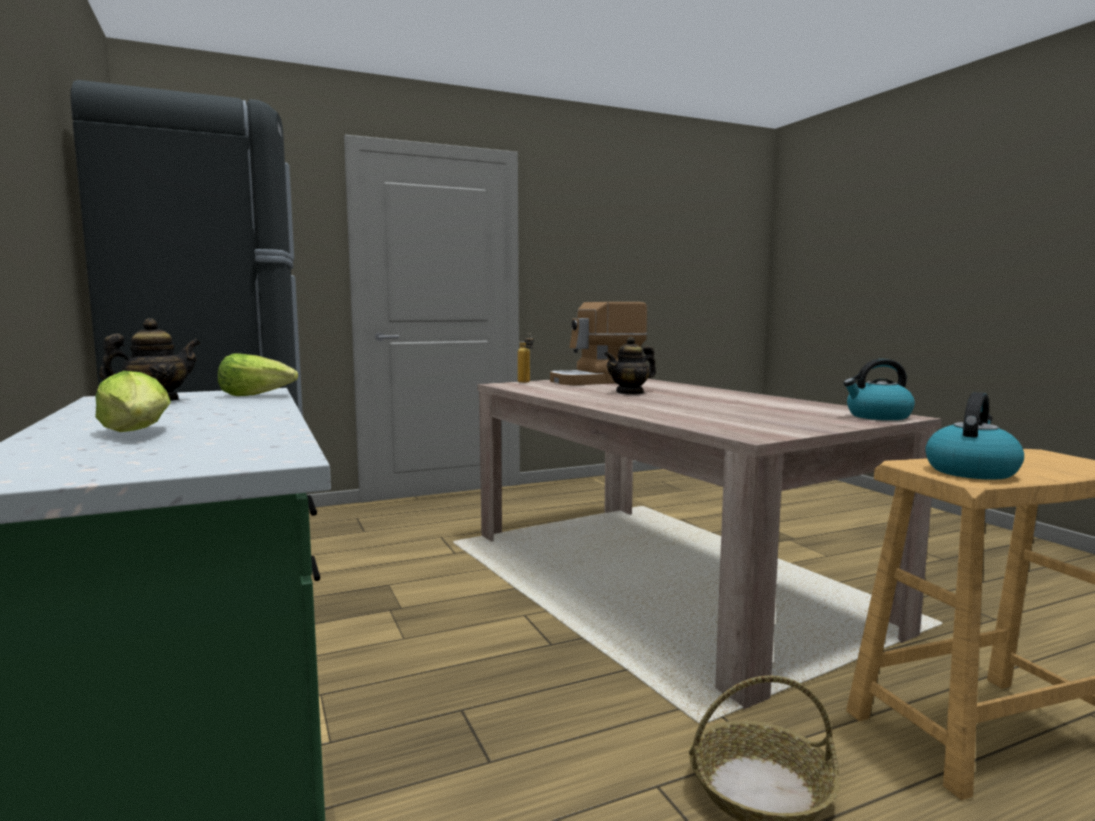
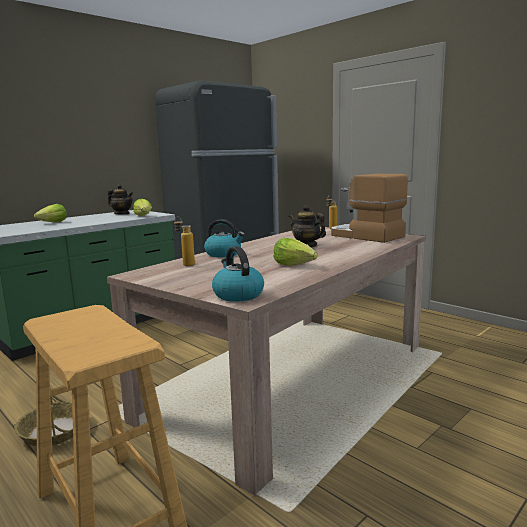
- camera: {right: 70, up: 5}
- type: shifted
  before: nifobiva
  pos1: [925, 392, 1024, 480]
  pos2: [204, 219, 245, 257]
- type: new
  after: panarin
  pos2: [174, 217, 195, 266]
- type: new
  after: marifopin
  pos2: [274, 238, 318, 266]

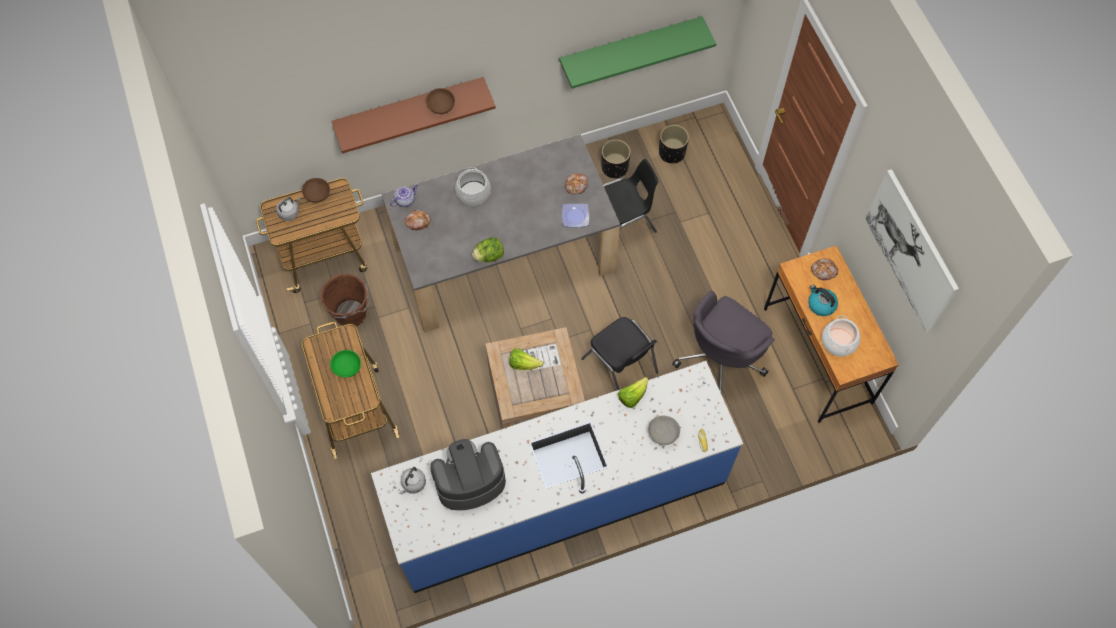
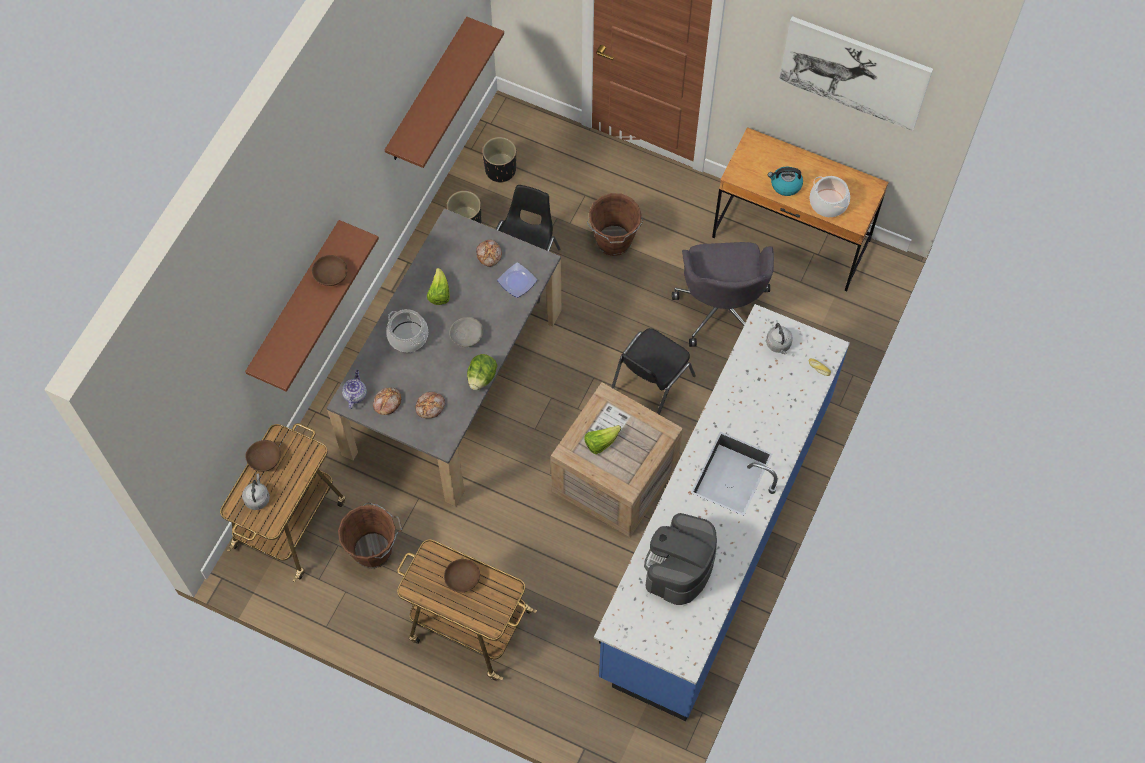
- camera: {right: -45, up: 0}
- type: repainted
  before: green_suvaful
  after: brown_suvaful
  pos1: [559, 16, 716, 89]
  pos2: [385, 17, 504, 168]
- type: shifted
  before: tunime
  pos1: [811, 258, 838, 280]
  pos2: [416, 392, 445, 418]
- type: rotated
  before: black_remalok
  pos1: [581, 317, 658, 390]
  pos2: [611, 328, 696, 415]
  turn: 120
- type: repainted
  before: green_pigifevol
  after: brown_pigifevol
  pos1: [330, 350, 361, 378]
  pos2: [444, 559, 480, 593]
- type: shifted
  before: marifopin
  pos1: [618, 377, 648, 408]
  pos2: [427, 268, 450, 305]
- type: shifted
  before: grey_pigifevol
  pos1: [648, 416, 680, 445]
  pos2: [449, 317, 483, 347]
- type: shifted
  before: grey_nifobiva
  pos1: [400, 467, 426, 494]
  pos2: [766, 323, 793, 355]
- type: new
  after: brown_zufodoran
  pos2: [587, 193, 644, 256]

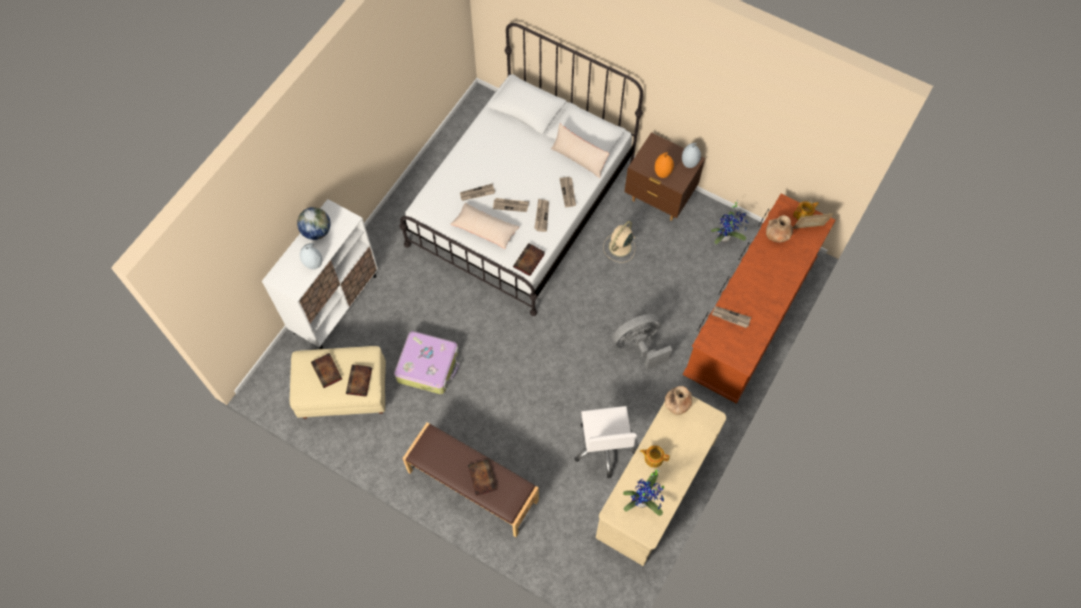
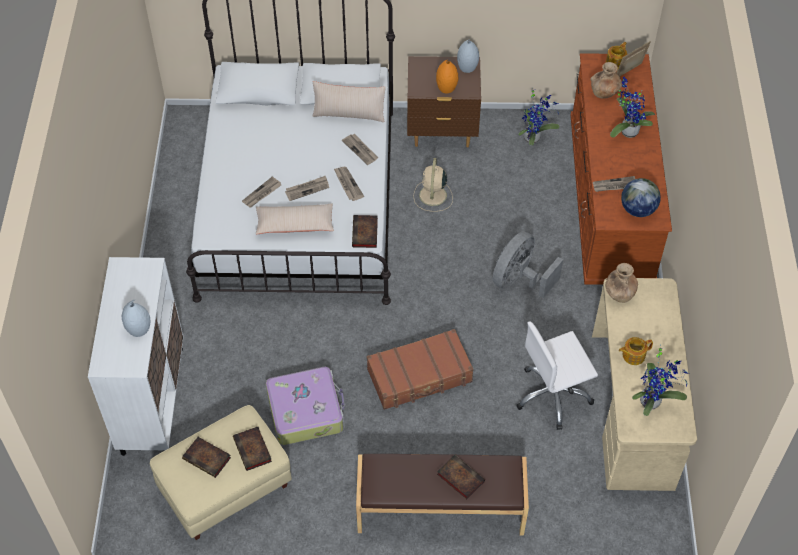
- camera: {right: -30, up: -10}
- type: shifted
  before: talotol
  pos1: [297, 207, 331, 240]
  pos2: [621, 178, 661, 217]
- type: rotated
  before: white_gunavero
  pos1: [574, 406, 637, 478]
  pos2: [516, 322, 598, 430]
  turn: 105
- type: new
  after: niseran
  pos2: [610, 77, 655, 138]
- type: new
  after: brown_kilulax
  pos2: [367, 329, 474, 410]

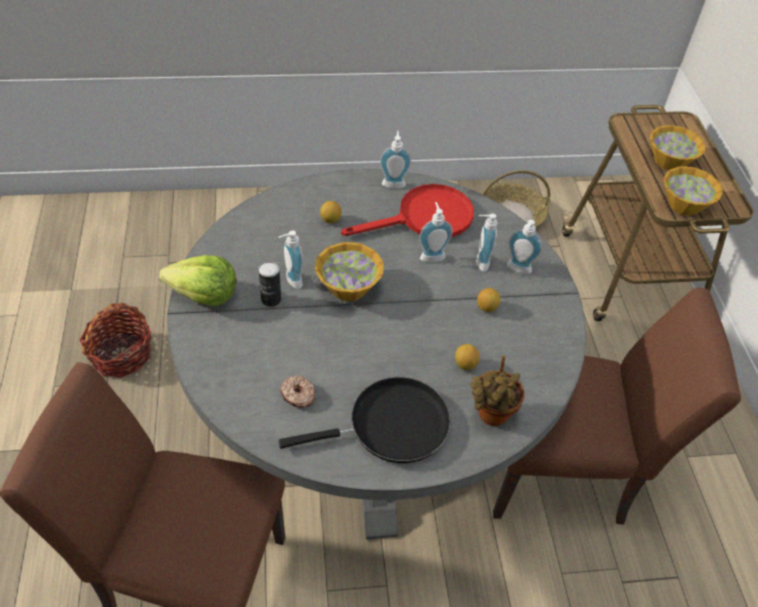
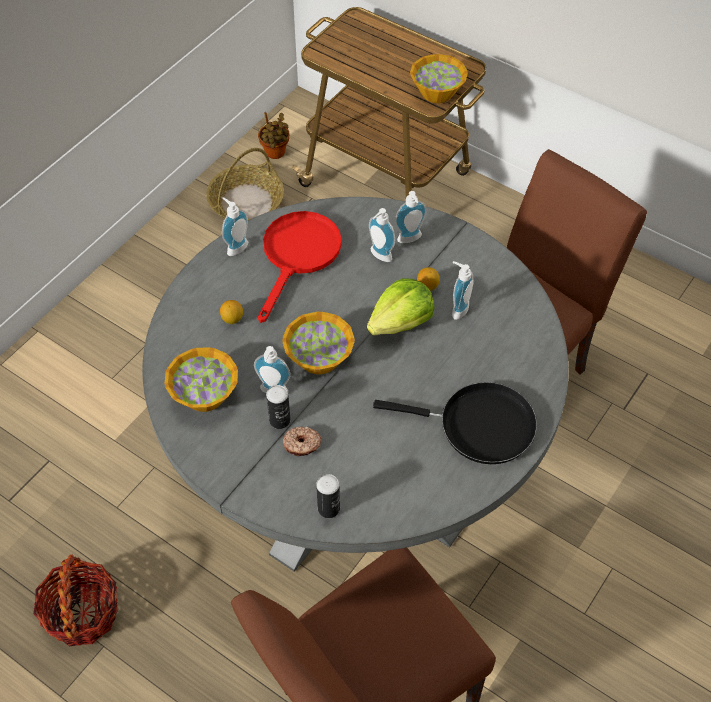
- camera: {right: -45, up: 5}
- type: shifted
  before: pigifevol
  pos1: [650, 125, 705, 170]
  pos2: [165, 347, 238, 412]
- type: shifted
  before: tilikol
  pos1: [419, 202, 453, 262]
  pos2: [452, 261, 474, 320]
- type: shifted
  before: marifopin
  pos1: [159, 255, 236, 307]
  pos2: [367, 278, 434, 335]
- type: gone
  before: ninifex
  pos1: [455, 344, 480, 370]
- type: shifted
  before: niseran
  pos1: [470, 355, 525, 426]
  pos2: [258, 112, 289, 159]
- type: shifted
  before: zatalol
  pos1: [280, 375, 316, 408]
  pos2: [283, 426, 322, 456]
- type: rotated
  before: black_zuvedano
  pos1: [278, 377, 451, 463]
  pos2: [373, 382, 537, 464]
  turn: 75
- type: new
  after: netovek
  pos2: [316, 474, 340, 518]

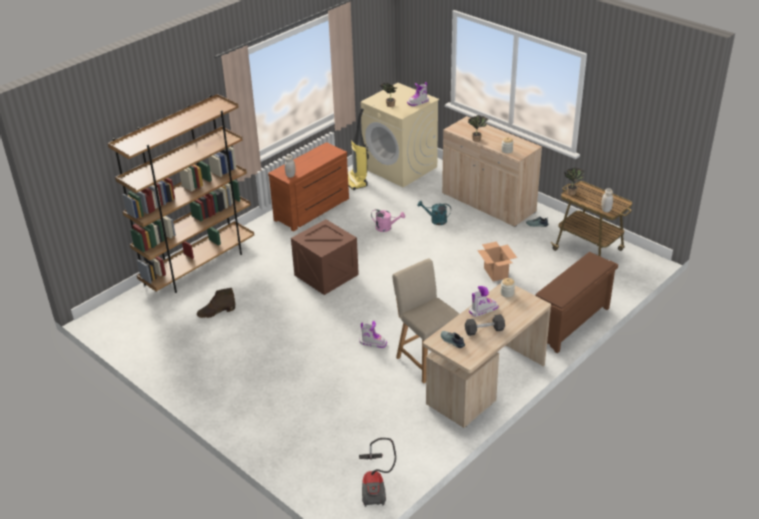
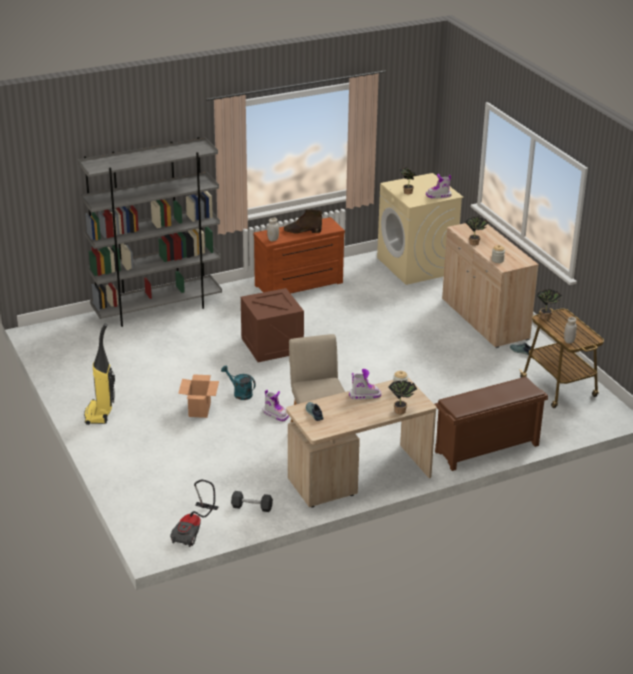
- camera: {right: 20, up: -5}
- type: repainted
  before: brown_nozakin
  after: grey_nozakin
  pos1: [108, 94, 254, 293]
  pos2: [78, 137, 222, 327]
- type: shifted
  before: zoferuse
  pos1: [348, 108, 369, 190]
  pos2: [84, 324, 115, 425]
- type: shifted
  before: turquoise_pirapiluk
  pos1: [417, 201, 451, 225]
  pos2: [221, 366, 256, 400]
- type: gone
  before: pink_pirapiluk
  pos1: [371, 209, 405, 232]
- type: shifted
  before: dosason
  pos1: [477, 241, 517, 281]
  pos2: [178, 374, 219, 418]
- type: shifted
  before: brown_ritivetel
  pos1: [197, 288, 235, 318]
  pos2: [284, 210, 322, 234]
- type: shifted
  before: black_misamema
  pos1: [465, 314, 505, 336]
  pos2: [231, 491, 273, 512]
- type: new
  after: niseran
  pos2: [388, 380, 417, 414]

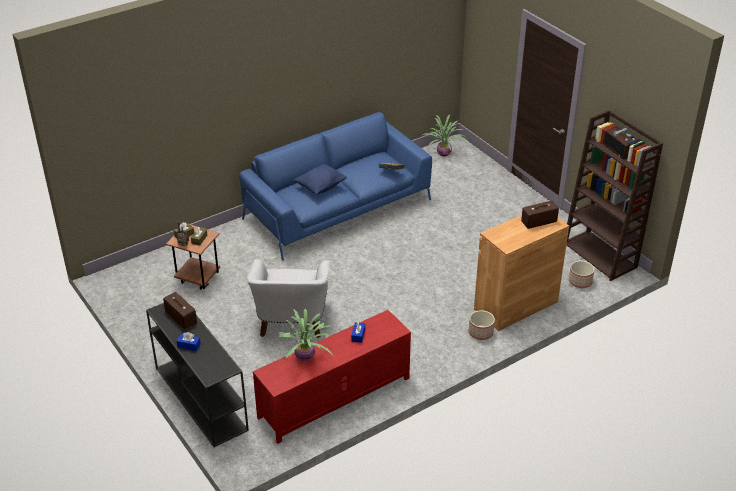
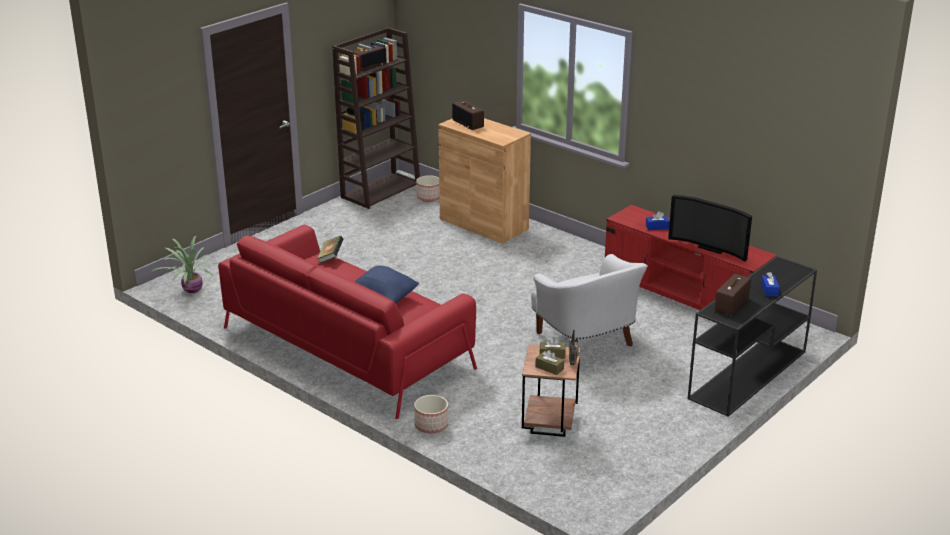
- camera: {right: -105, up: -10}
- type: repainted
  before: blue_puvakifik
  after: red_puvakifik
  pos1: [239, 112, 432, 261]
  pos2: [218, 225, 477, 419]
- type: rotated
  before: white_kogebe
  pos1: [246, 259, 331, 338]
  pos2: [531, 254, 648, 347]
  turn: 75
- type: swapped
  before: niseran
  after: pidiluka
  pos1: [278, 308, 333, 362]
  pos2: [668, 195, 752, 261]
- type: shifted
  before: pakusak
  pos1: [469, 310, 495, 340]
  pos2: [414, 395, 448, 434]

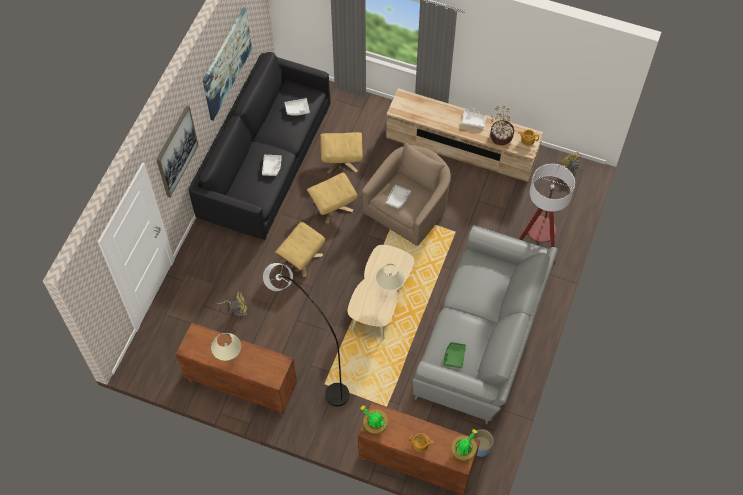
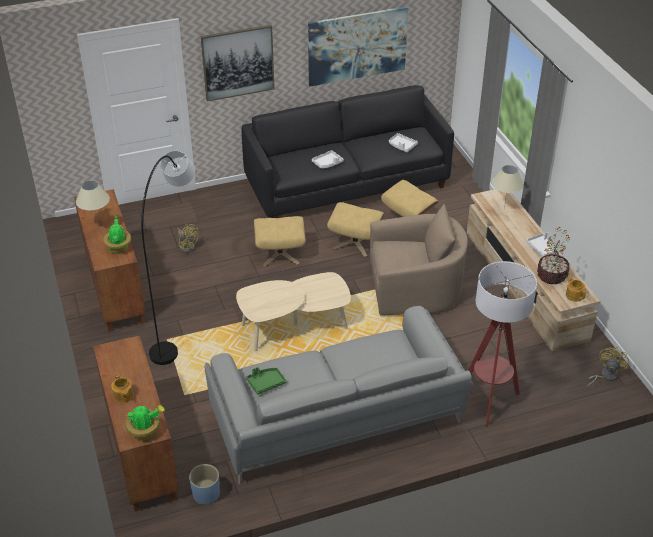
- camera: {right: 50, up: -20}
- type: gone
  before: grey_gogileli
  pos1: [385, 185, 411, 209]
- type: shifted
  before: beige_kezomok
  pos1: [376, 264, 405, 290]
  pos2: [492, 165, 524, 209]
- type: shifted
  before: niseran
  pos1: [360, 405, 388, 434]
  pos2: [103, 215, 131, 254]

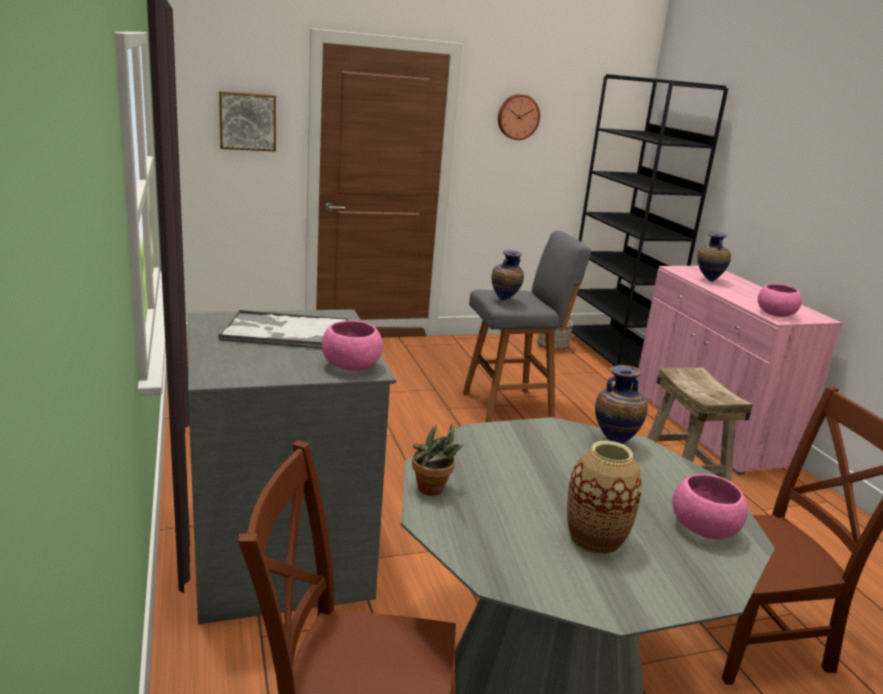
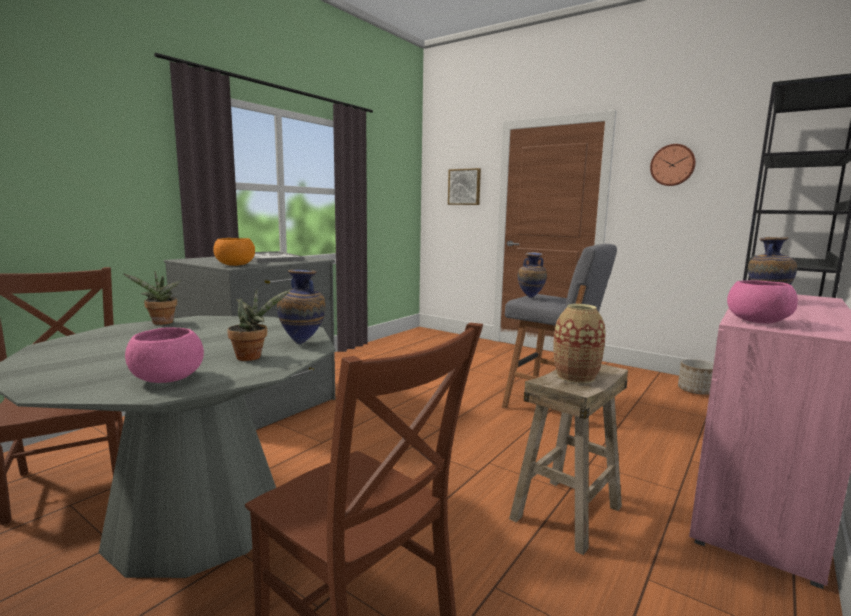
- camera: {right: 55, up: -10}
- type: repainted
  before: pink_pigifevol
  after: orange_pigifevol
  pos1: [321, 321, 383, 371]
  pos2: [213, 238, 255, 266]
- type: shifted
  before: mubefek
  pos1: [567, 441, 642, 555]
  pos2: [553, 304, 606, 383]
- type: new
  after: niseran
  pos2: [227, 288, 290, 361]

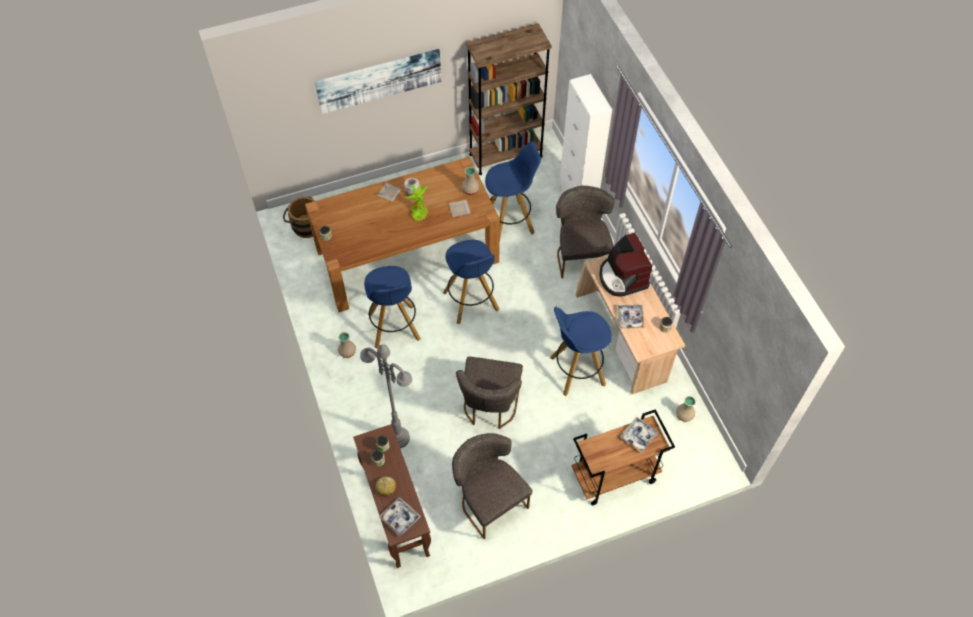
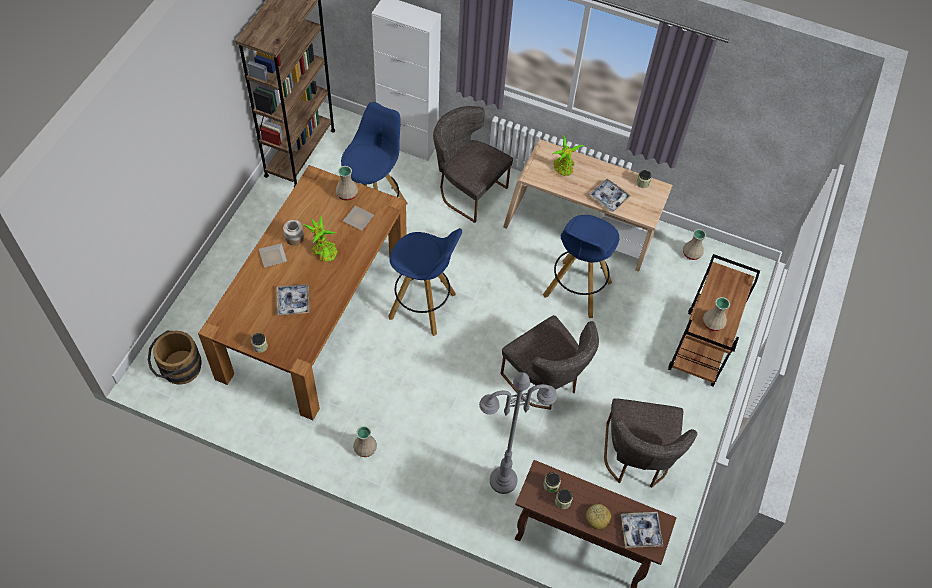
- camera: {right: -50, up: 0}
- type: gone
  before: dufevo
  pos1: [315, 49, 441, 114]
- type: swapped
  before: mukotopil
  after: niseran
  pos1: [599, 233, 652, 297]
  pos2: [552, 134, 585, 176]
- type: gone
  before: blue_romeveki
  pos1: [364, 266, 421, 349]
- type: shifted
  before: gogileli
  pos1: [620, 416, 659, 453]
  pos2: [277, 284, 309, 315]
- type: rotated
  before: grey_remalok
  pos1: [452, 433, 533, 539]
  pos2: [604, 398, 697, 488]
  turn: -90
- type: new
  after: beige_mubefek
  pos2: [703, 297, 730, 331]

